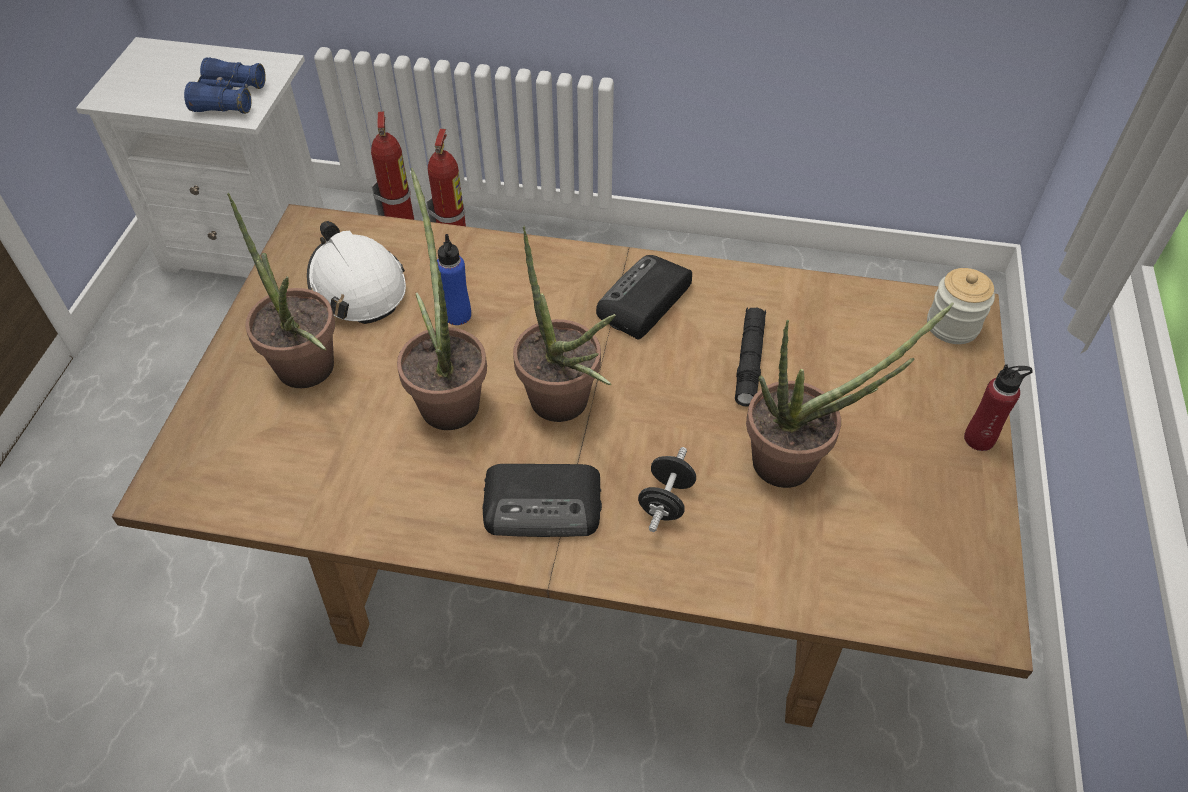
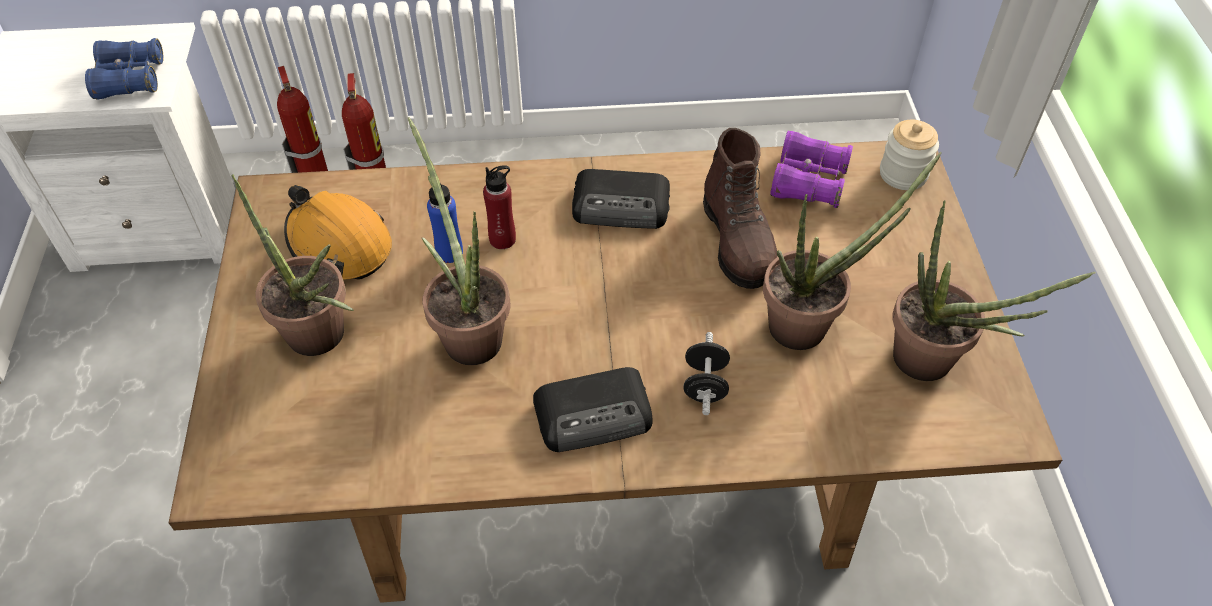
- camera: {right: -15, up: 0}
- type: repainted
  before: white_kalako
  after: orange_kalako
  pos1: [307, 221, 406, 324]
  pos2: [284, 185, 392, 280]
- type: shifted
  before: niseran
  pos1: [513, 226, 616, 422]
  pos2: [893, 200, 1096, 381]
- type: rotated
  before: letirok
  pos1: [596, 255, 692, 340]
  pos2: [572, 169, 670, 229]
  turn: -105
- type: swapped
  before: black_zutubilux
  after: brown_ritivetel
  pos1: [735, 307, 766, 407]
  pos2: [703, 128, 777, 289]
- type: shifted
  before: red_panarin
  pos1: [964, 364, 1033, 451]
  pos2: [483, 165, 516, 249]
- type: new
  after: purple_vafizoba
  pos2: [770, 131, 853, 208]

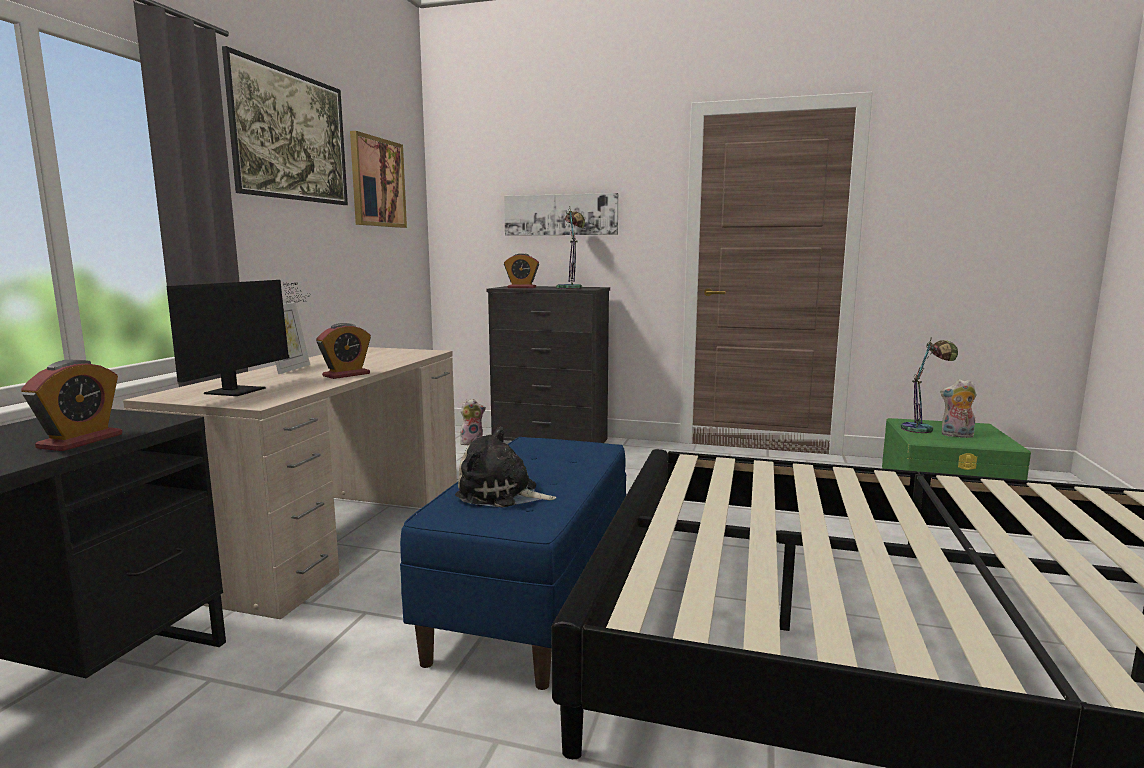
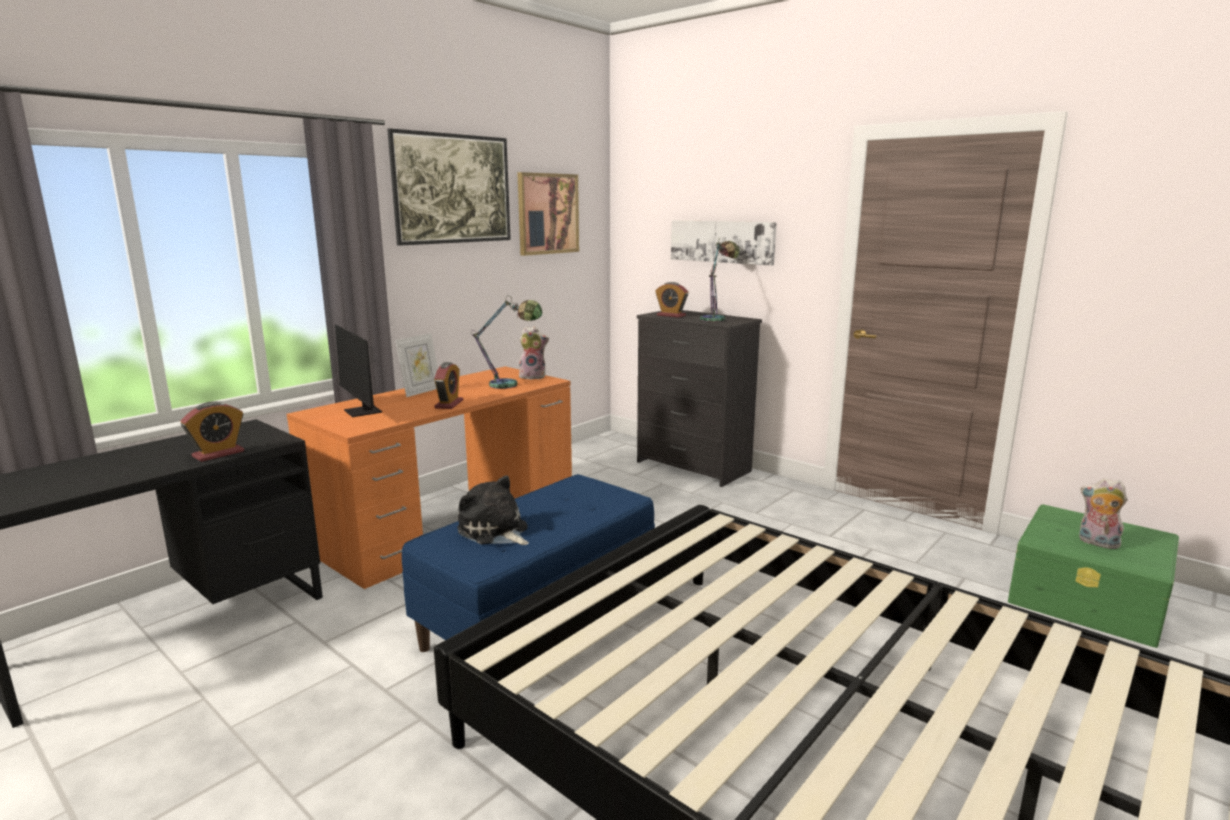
- camera: {right: 25, up: 5}
- type: rotated
  before: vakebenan
  pos1: [166, 280, 309, 396]
  pos2: [335, 325, 382, 417]
  turn: 105
- type: rotated
  before: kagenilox
  pos1: [316, 323, 371, 379]
  pos2: [434, 362, 463, 409]
  turn: -60
- type: shifted
  before: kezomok
  pos1: [901, 337, 958, 433]
  pos2: [471, 296, 542, 389]
- type: repainted
  before: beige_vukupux
  after: orange_vukupux
  pos1: [123, 347, 457, 619]
  pos2: [287, 366, 572, 589]
- type: shifted
  before: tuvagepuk
  pos1: [460, 399, 486, 445]
  pos2: [519, 326, 549, 380]

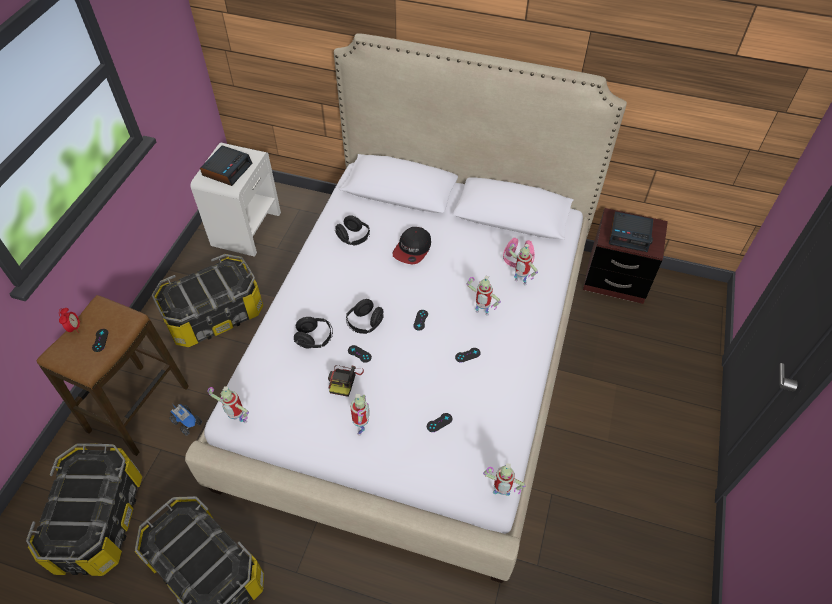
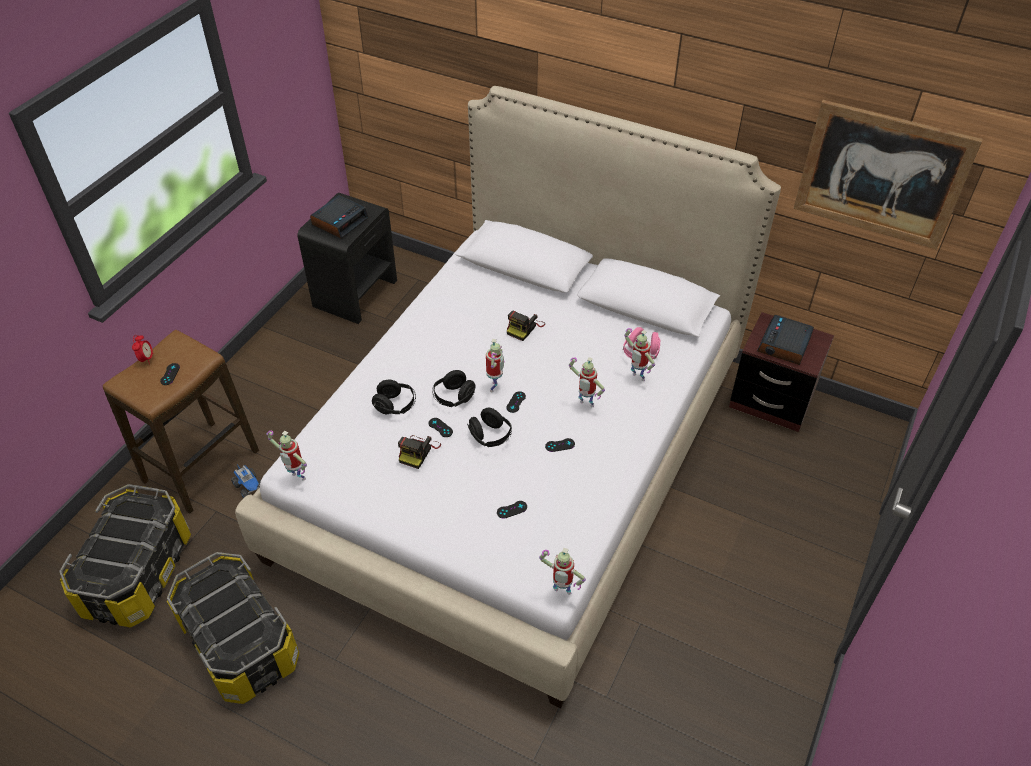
- camera: {right: 10, up: -5}
- type: repainted
  before: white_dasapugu
  after: black_dasapugu
  pos1: [191, 143, 281, 257]
  pos2: [297, 193, 397, 324]
- type: rotated
  before: kagenilox
  pos1: [609, 211, 654, 252]
  pos2: [757, 315, 814, 365]
  turn: 90
- type: shifted
  before: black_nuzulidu
  pos1: [334, 215, 370, 246]
  pos2: [467, 408, 512, 447]
- type: swapped
  before: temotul
  after: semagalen
  pos1: [392, 227, 431, 264]
  pos2: [507, 311, 545, 341]
- type: gone
  before: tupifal
  pos1: [152, 254, 263, 347]
- type: shifted
  before: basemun
  pos1: [350, 394, 370, 436]
  pos2: [486, 339, 505, 392]
- type: new
  after: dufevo
  pos2: [793, 100, 983, 250]

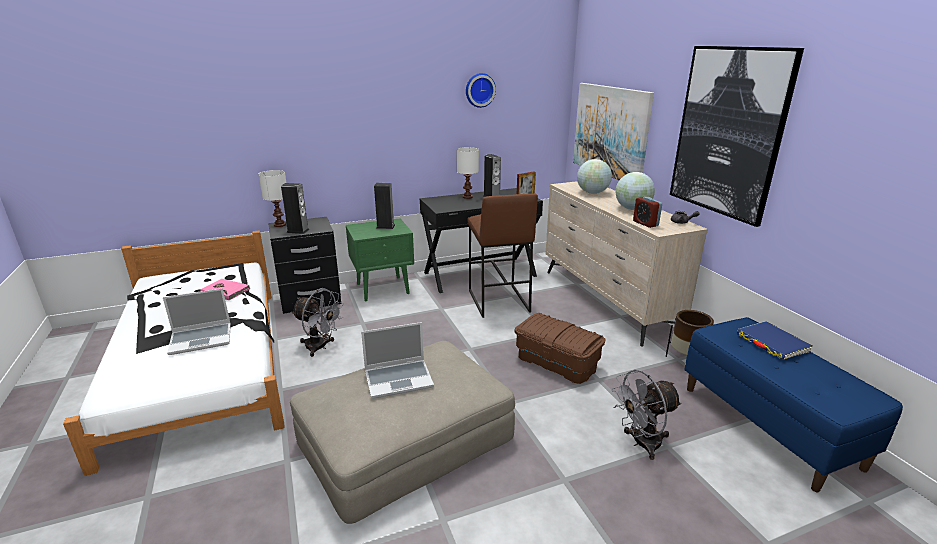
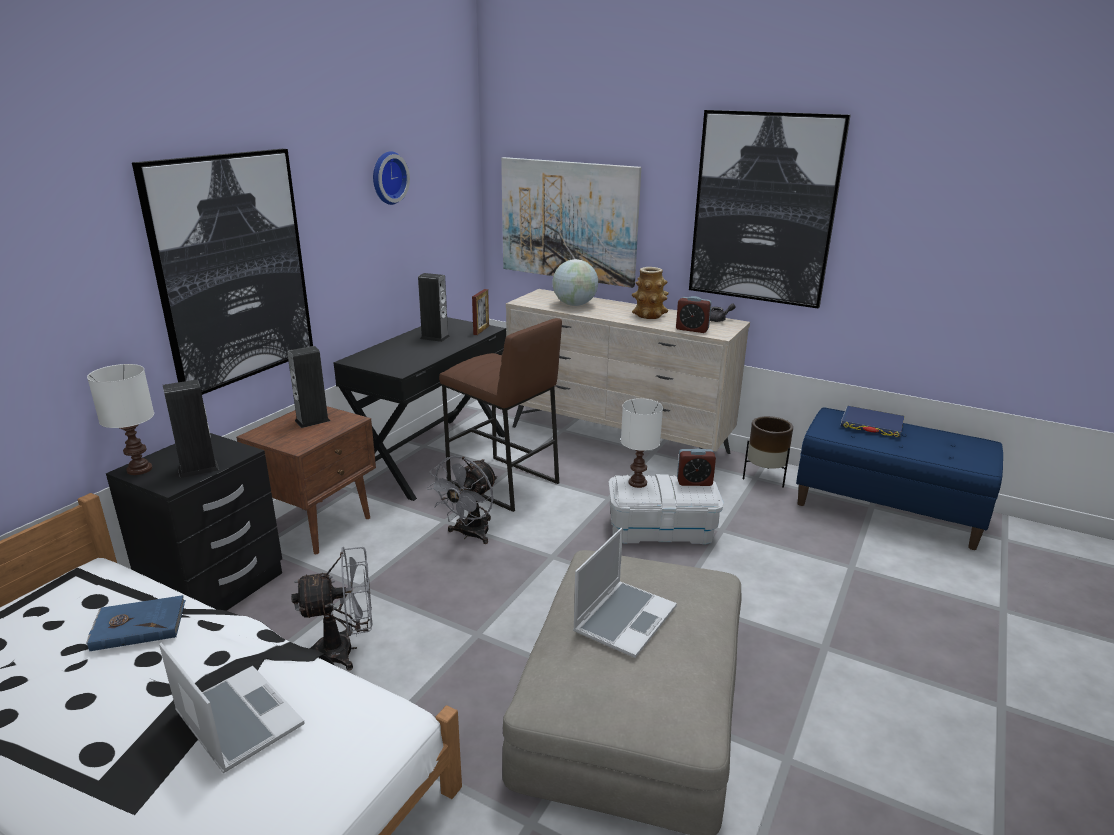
- camera: {right: -40, up: 0}
- type: shifted
  before: white_kezomok
  pos1: [456, 147, 479, 199]
  pos2: [621, 398, 663, 488]
- type: swapped
  before: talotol
  after: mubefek
  pos1: [616, 172, 655, 210]
  pos2: [632, 267, 669, 319]
- type: repainted
  before: green_dasapugu
  after: brown_dasapugu
  pos1: [346, 218, 414, 301]
  pos2: [236, 406, 376, 554]
- type: repainted
  before: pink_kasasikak
  after: blue_kasasikak
  pos1: [200, 279, 250, 301]
  pos2: [86, 595, 186, 651]
- type: rotated
  before: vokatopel
  pos1: [163, 288, 231, 355]
  pos2: [159, 643, 305, 774]
  turn: -75
- type: repainted
  before: brown_tupifal
  after: white_tupifal
  pos1: [515, 313, 606, 384]
  pos2: [608, 474, 724, 545]
- type: shifted
  before: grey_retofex
  pos1: [611, 370, 682, 460]
  pos2: [427, 456, 497, 544]
- type: new
  after: dufevo
  pos2: [132, 149, 313, 395]
- type: new
  after: kagenilox
  pos2: [677, 449, 716, 486]

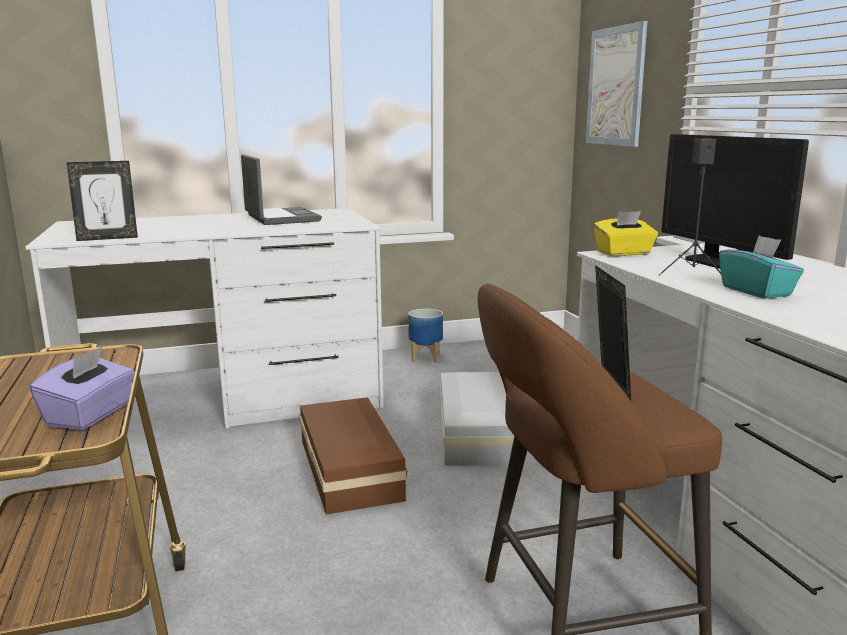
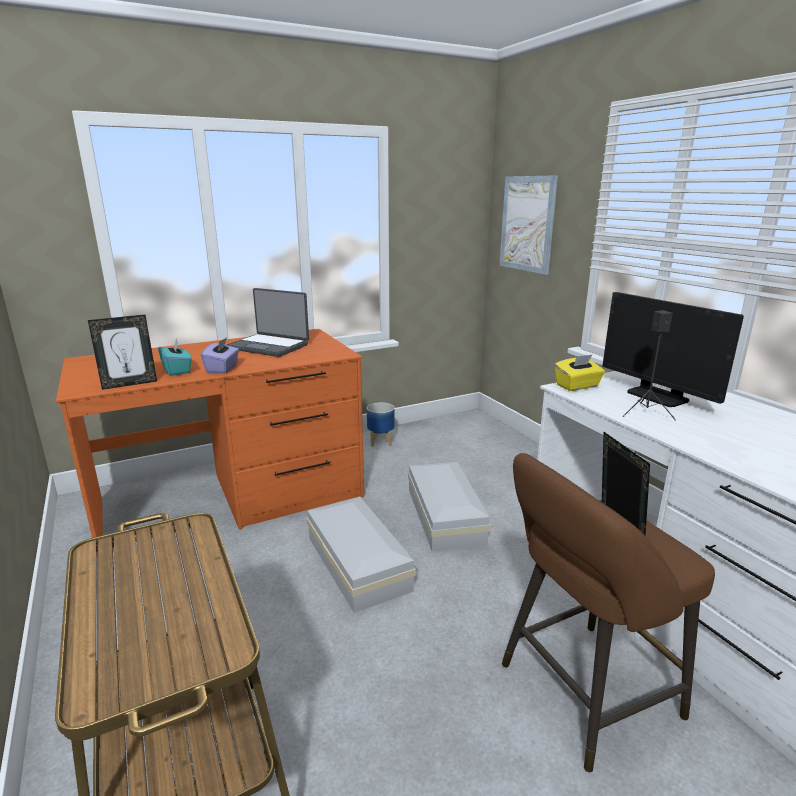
- camera: {right: -10, up: 5}
- type: rotated
  before: vokatopel
  pos1: [241, 154, 322, 225]
  pos2: [226, 288, 309, 357]
  turn: 150
- type: repainted
  before: white_vukupux
  after: orange_vukupux
  pos1: [25, 208, 384, 444]
  pos2: [56, 329, 364, 556]
- type: shifted
  before: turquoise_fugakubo
  pos1: [719, 235, 804, 299]
  pos2: [158, 339, 192, 376]
- type: shifted
  before: purple_fugakubo
  pos1: [29, 346, 135, 430]
  pos2: [201, 337, 239, 373]
- type: repainted
  before: brown_tupifal
  after: white_tupifal
  pos1: [299, 397, 408, 515]
  pos2: [307, 497, 416, 613]

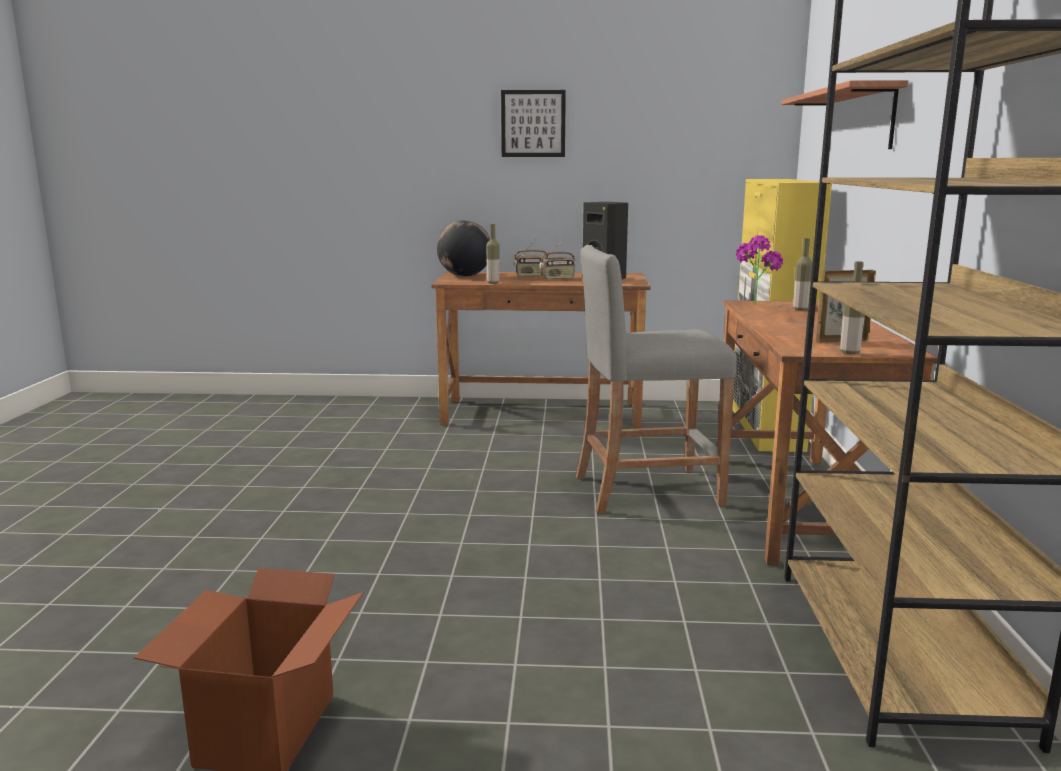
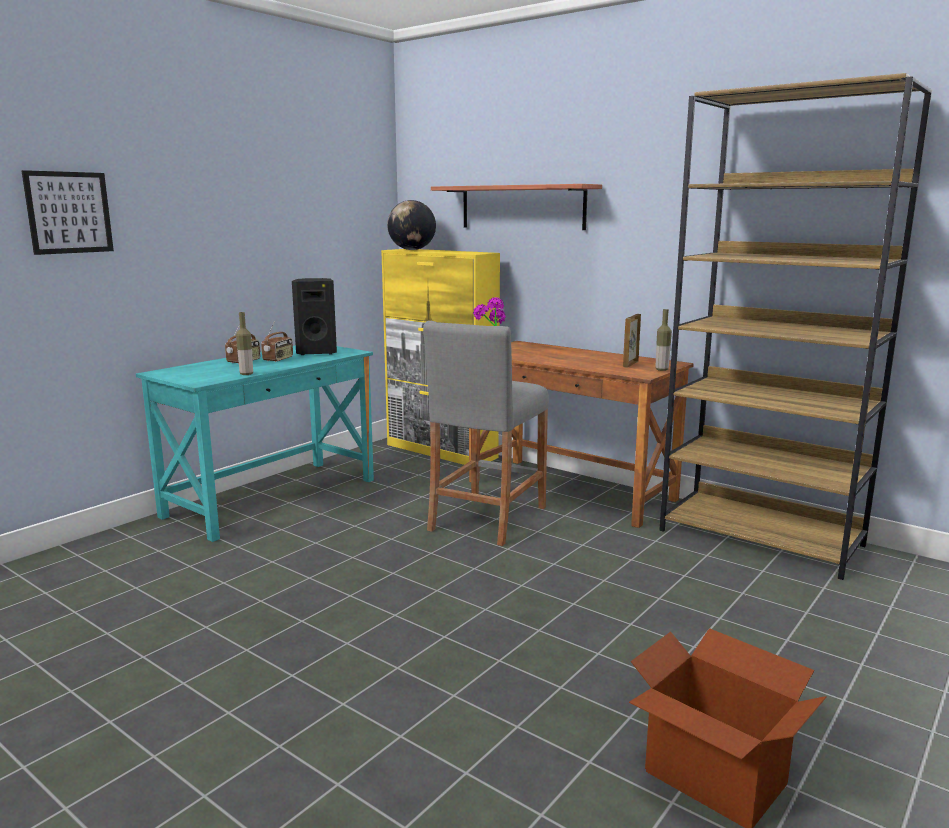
- camera: {right: -55, up: 0}
- type: shifted
  before: dufevo
  pos1: [501, 90, 566, 157]
  pos2: [21, 170, 114, 255]
- type: shifted
  before: talotol
  pos1: [437, 220, 490, 276]
  pos2: [387, 200, 436, 250]
- type: gone
  before: panarin
  pos1: [793, 238, 812, 311]
- type: repainted
  before: brown_vukupux
  after: turquoise_vukupux
  pos1: [432, 272, 650, 428]
  pos2: [136, 345, 374, 542]

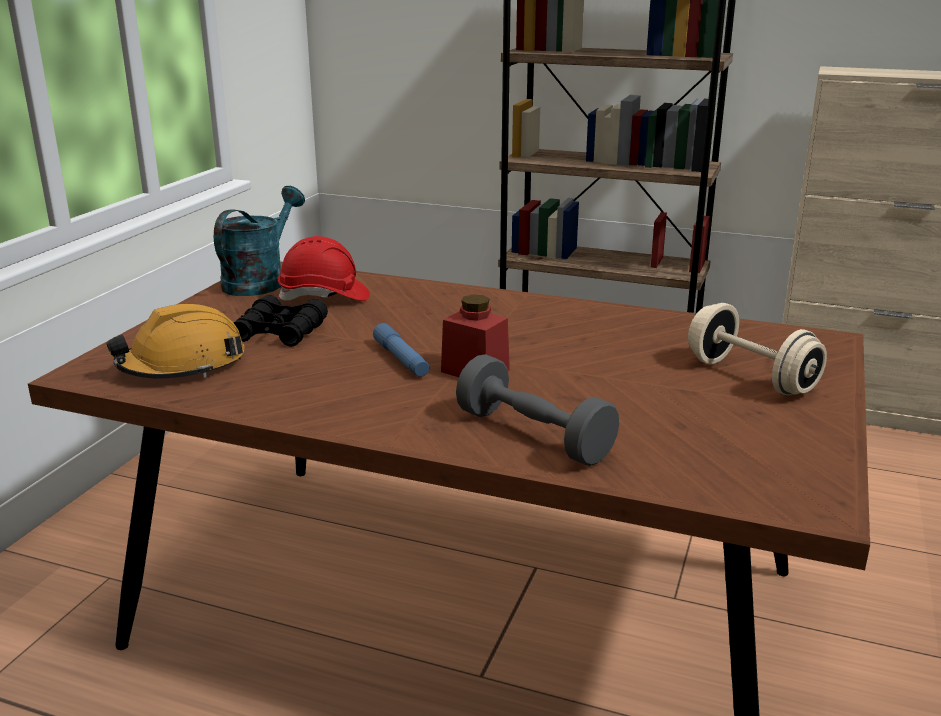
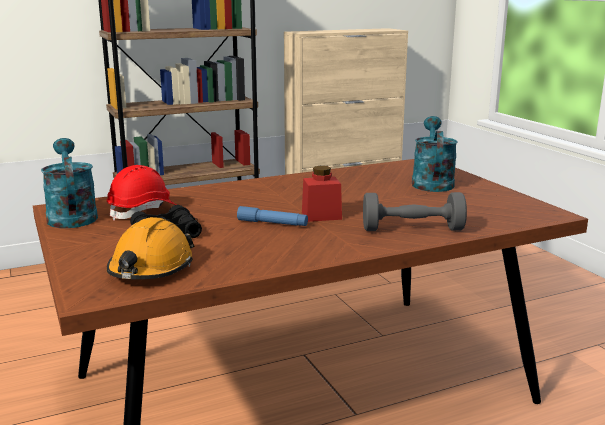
- camera: {right: -45, up: -5}
- type: swapped
  before: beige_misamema
  after: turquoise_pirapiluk
  pos1: [688, 303, 827, 395]
  pos2: [412, 116, 458, 192]

